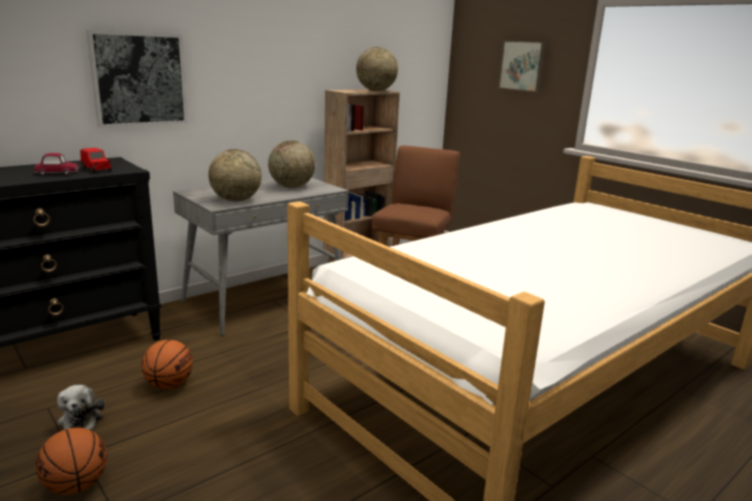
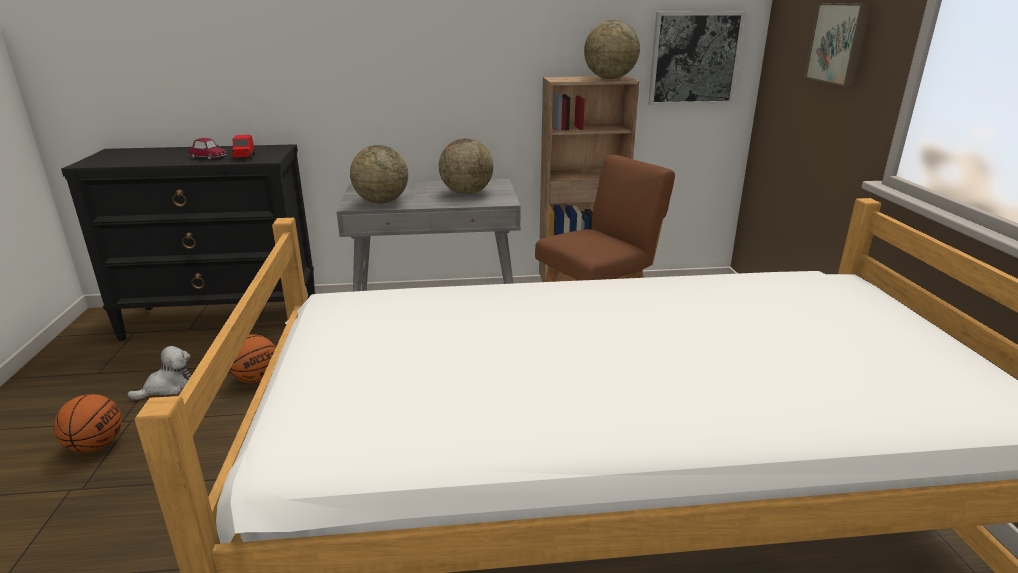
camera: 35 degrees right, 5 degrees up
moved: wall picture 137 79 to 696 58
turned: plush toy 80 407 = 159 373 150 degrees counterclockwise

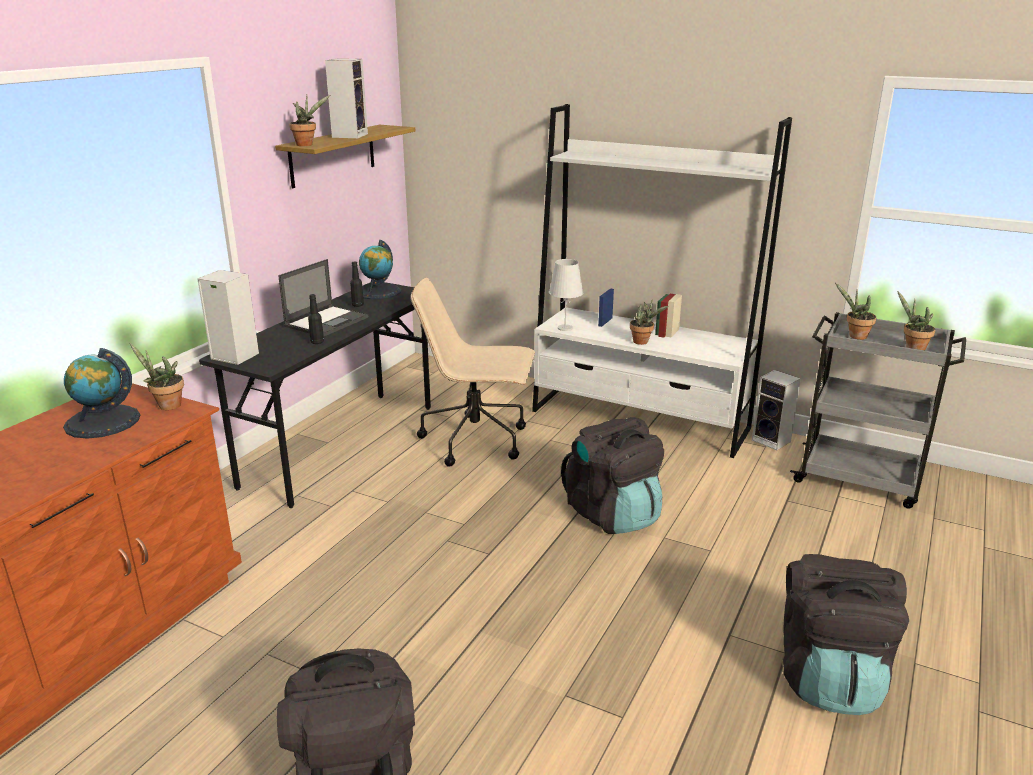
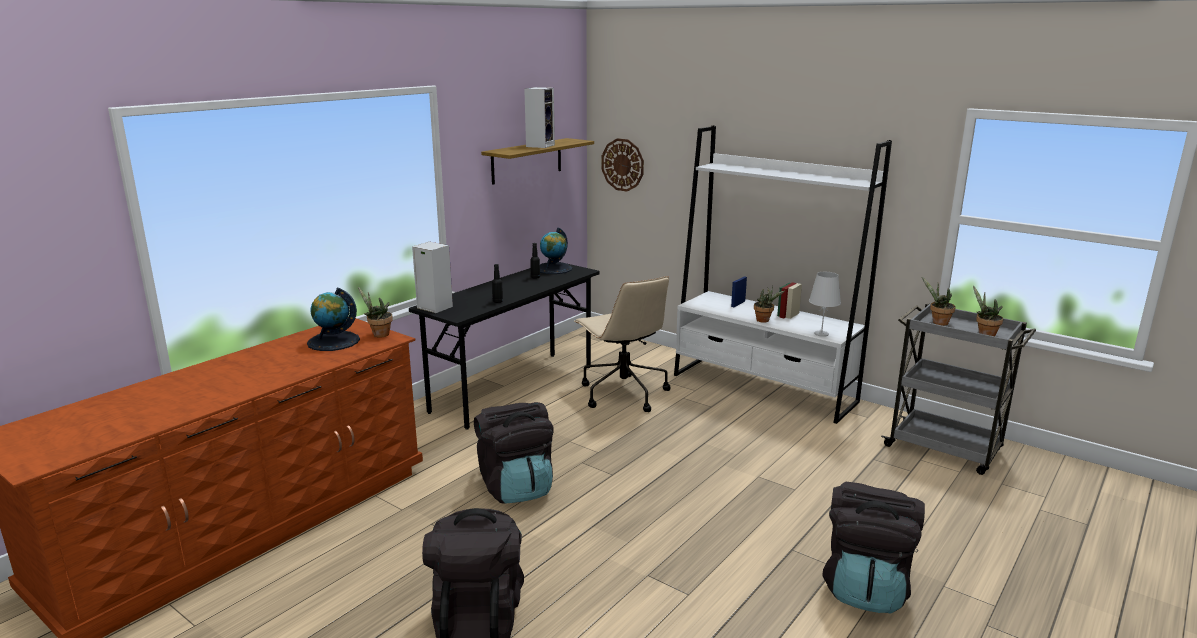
camera: 10 degrees right, 5 degrees down
removed: notebook computer 323 297; houseplant 309 120; speaker 776 410
added: wall clock 623 165
moved: lamp for a table (whitish) 566 295 to 825 304; knapsack (blackish) 612 475 to 514 453
turned: computer chair (beige) 473 372 = 622 344 135 degrees counterclockwise

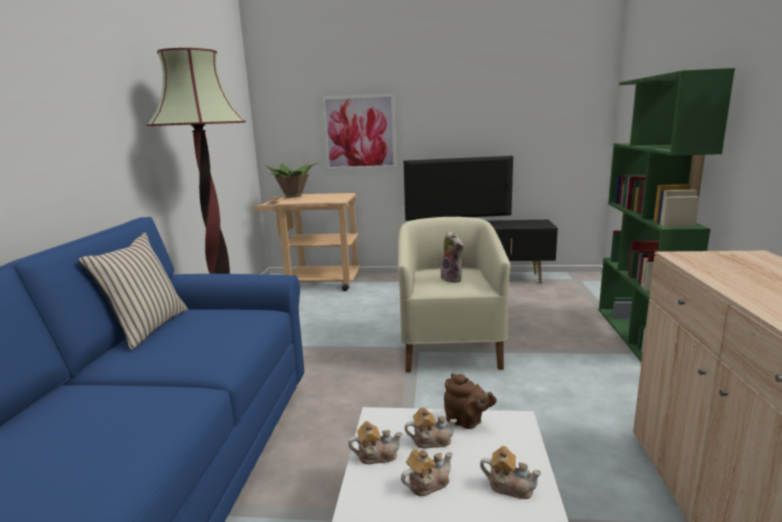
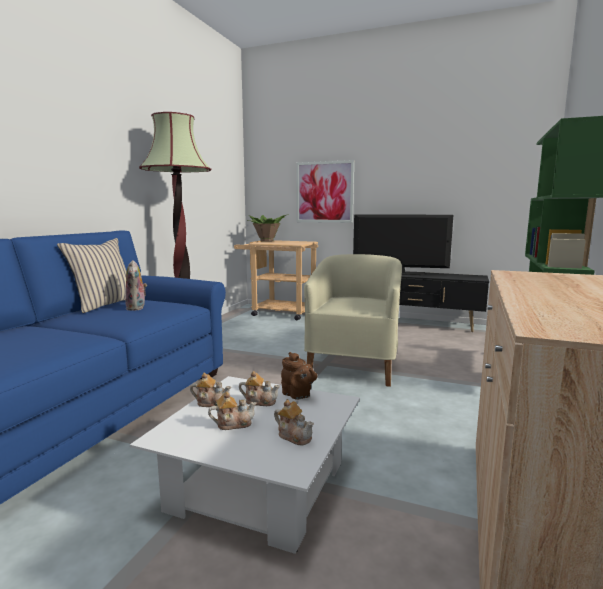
camera: 15 degrees right, 5 degrees down
moved: plush toy 452 257 to 136 285

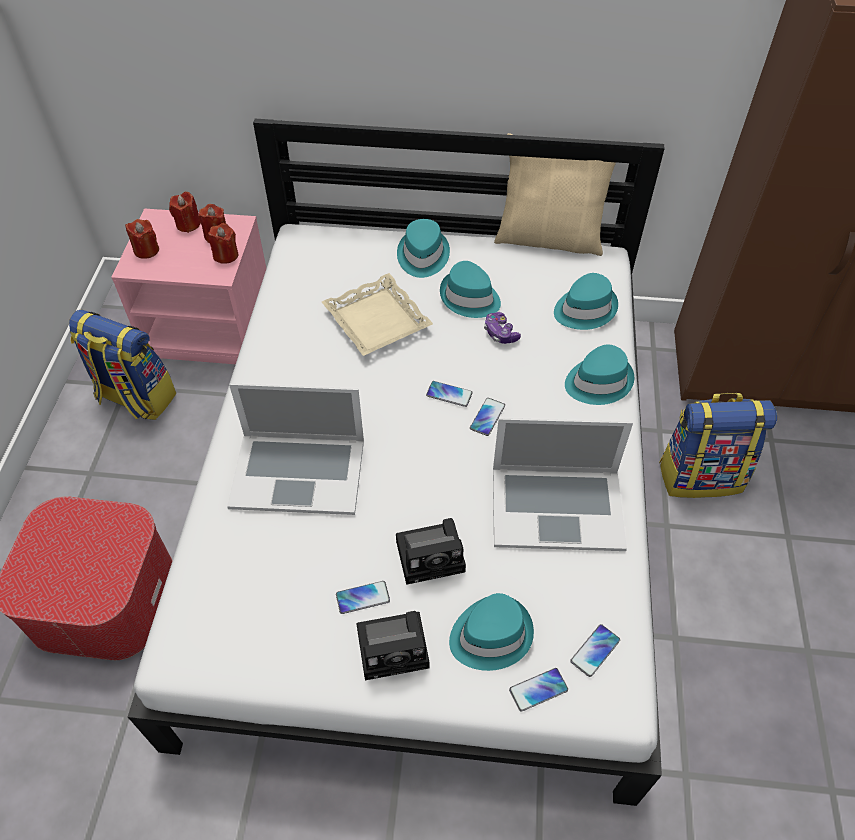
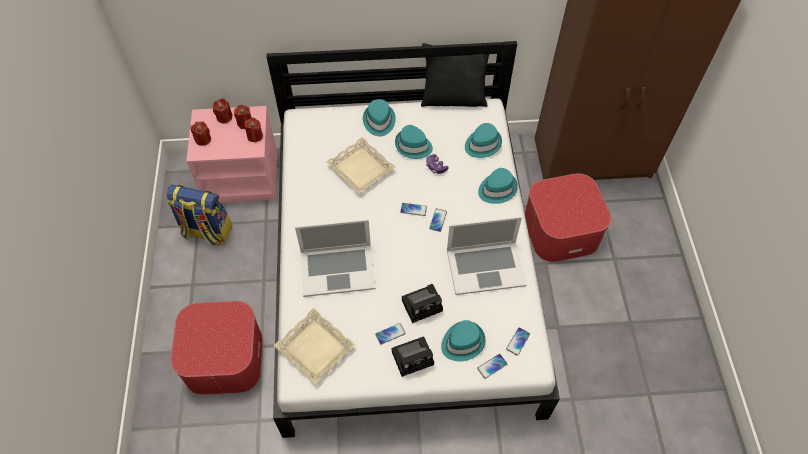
camera: 10 degrees left, 5 degrees up
added: tray (beige) 314 346
replaced: knapsack 718 445 to pouffe 568 217
recoloured: pillow (beige) 555 194 to pillow (blackish) 455 75

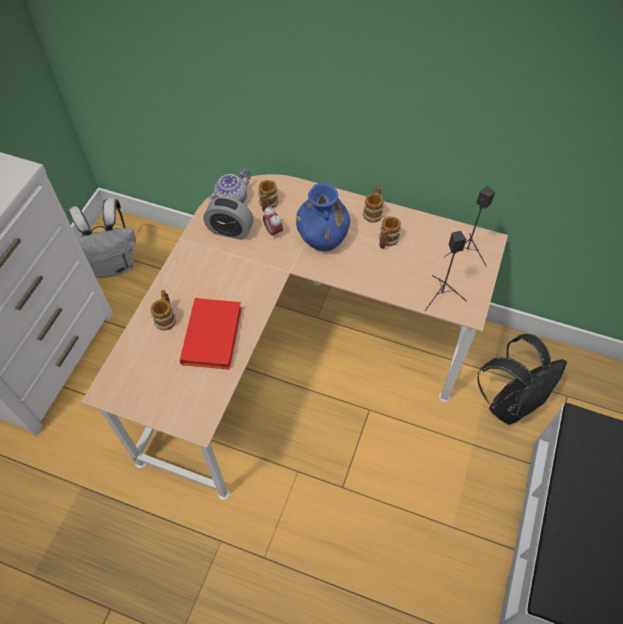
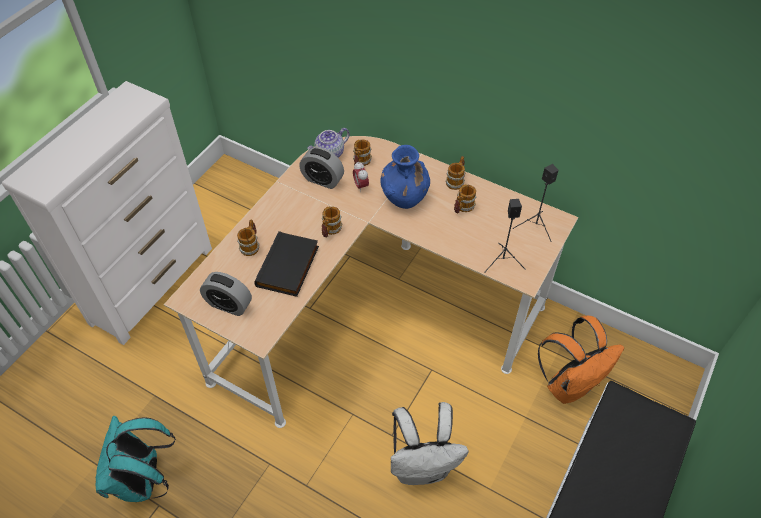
camera: 10 degrees right, 5 degrees down
added: knapsack (blue-green) 136 459; alarm clock 226 294; tea mug 332 222
moved: knapsack (whitish) 102 238 to 430 443
recoloured: volume (red-coloured) 211 334 to volume (blackish) 286 264; knapsack (blackish) 522 379 to knapsack (orange) 581 359

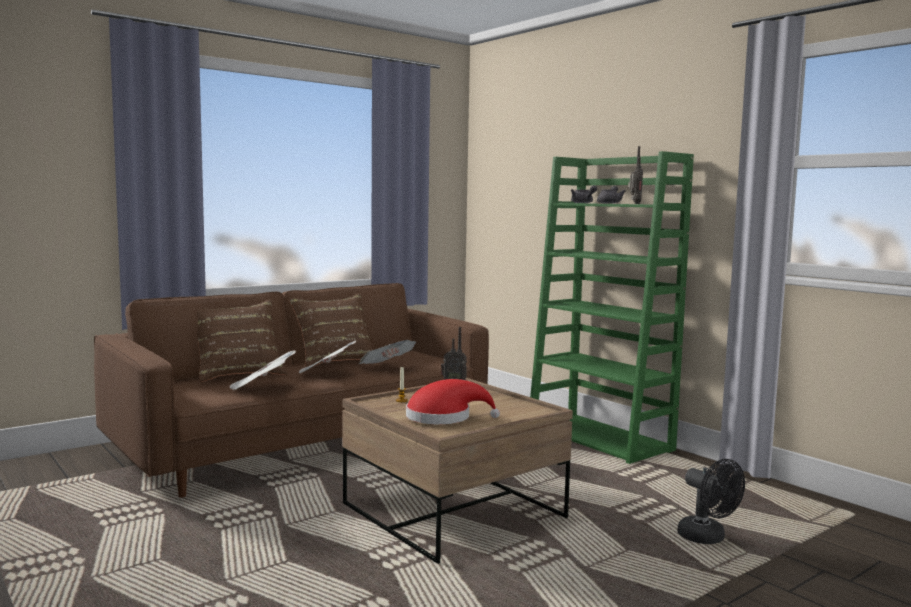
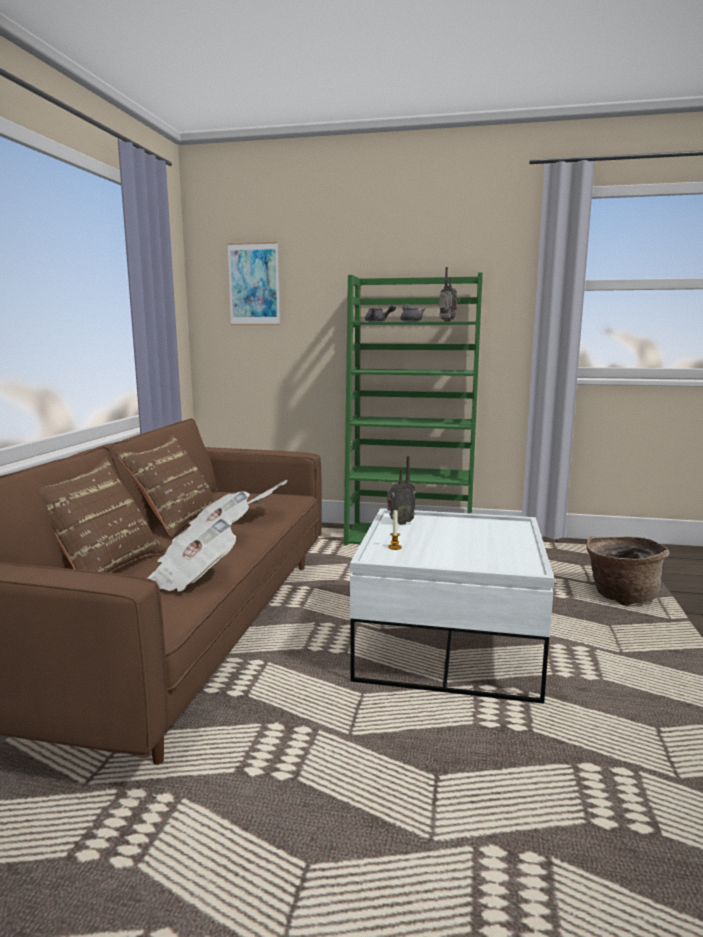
camera: 40 degrees left, 5 degrees up
removed: hat (red-coloured) 453 401
added: wall picture 253 283
replaced: electric fan (blackish) 711 501 to basket 627 571
recoloured: coffee table (brown) 457 471 to coffee table (whitish) 452 606

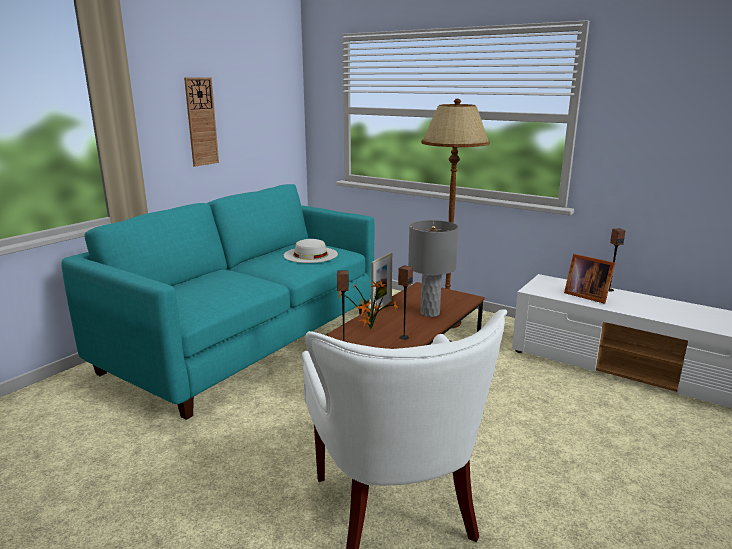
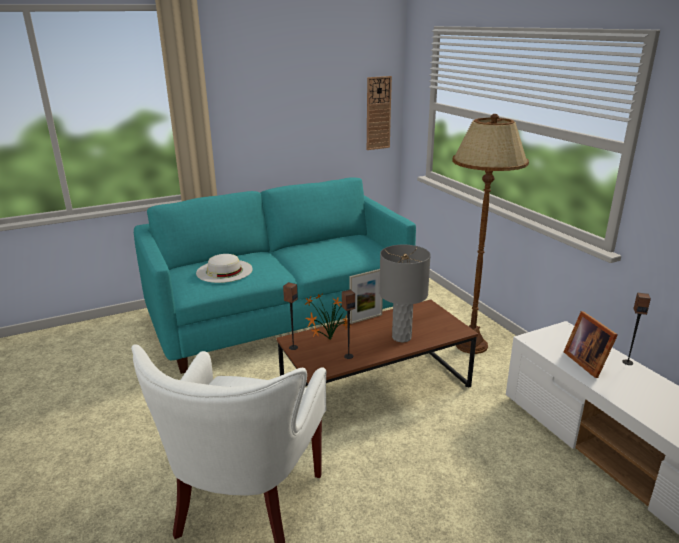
camera: 30 degrees right, 5 degrees up
moved: wall clock 201 121 to 379 113; hat (whitish) 311 251 to 224 268

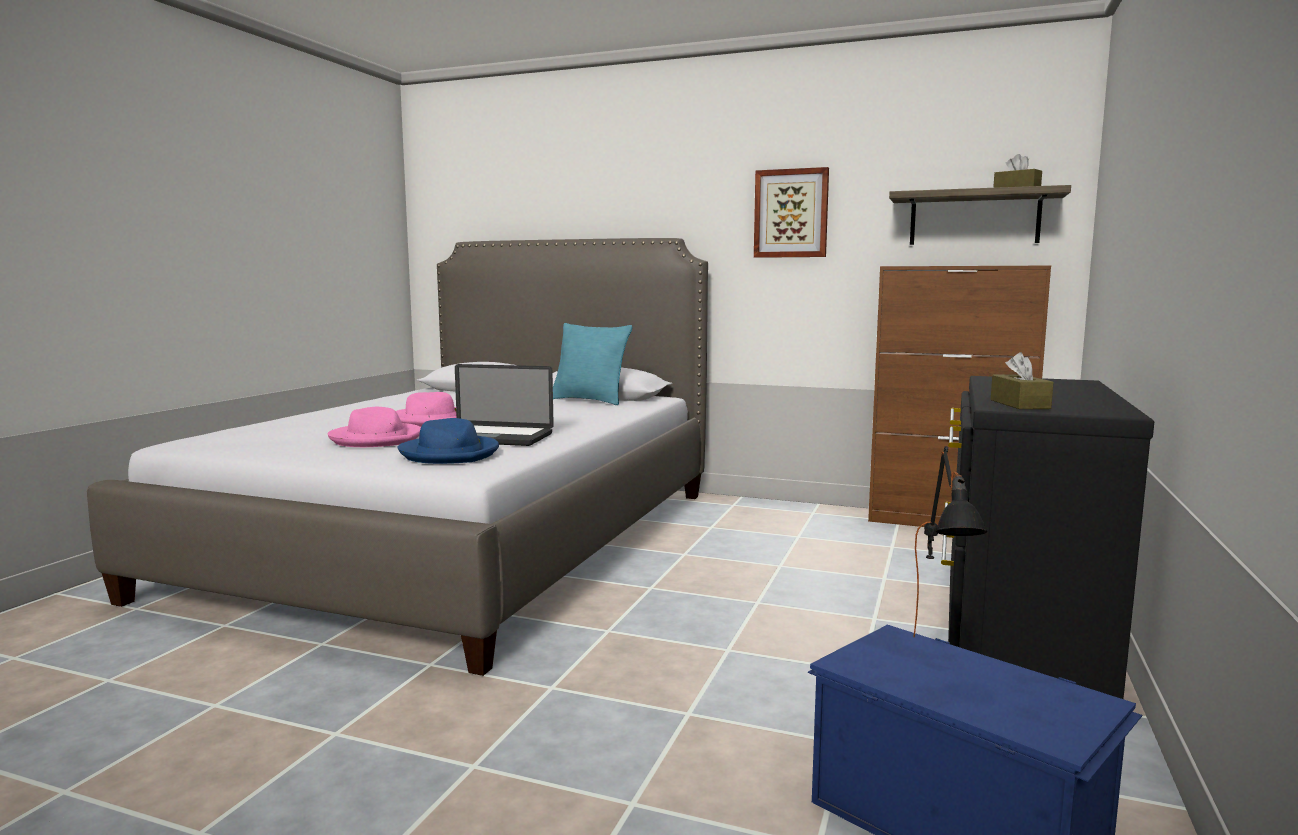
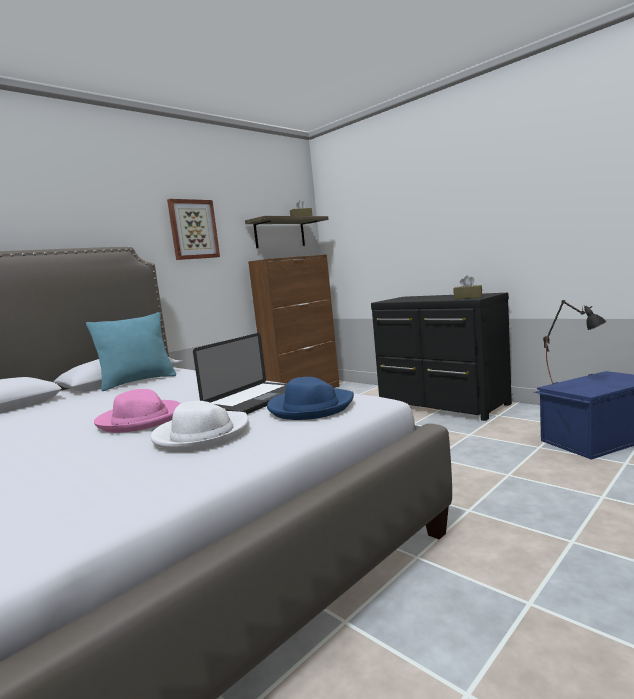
camera: 65 degrees left, 0 degrees up
recoloured: hat (pinkish) 374 427 to hat (whitish) 200 426

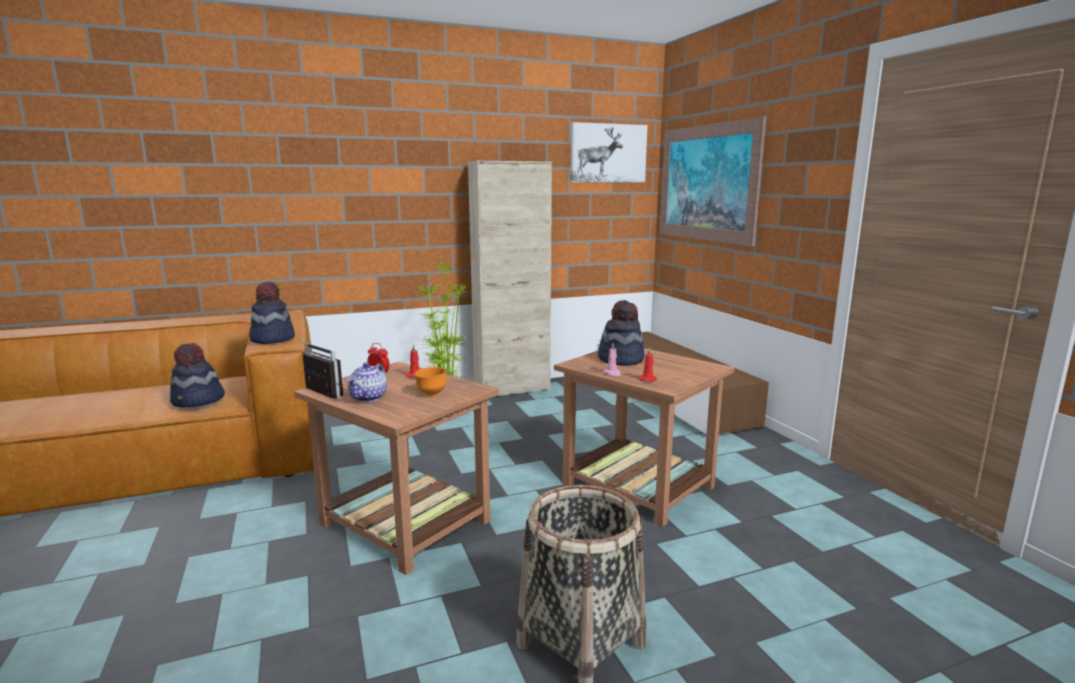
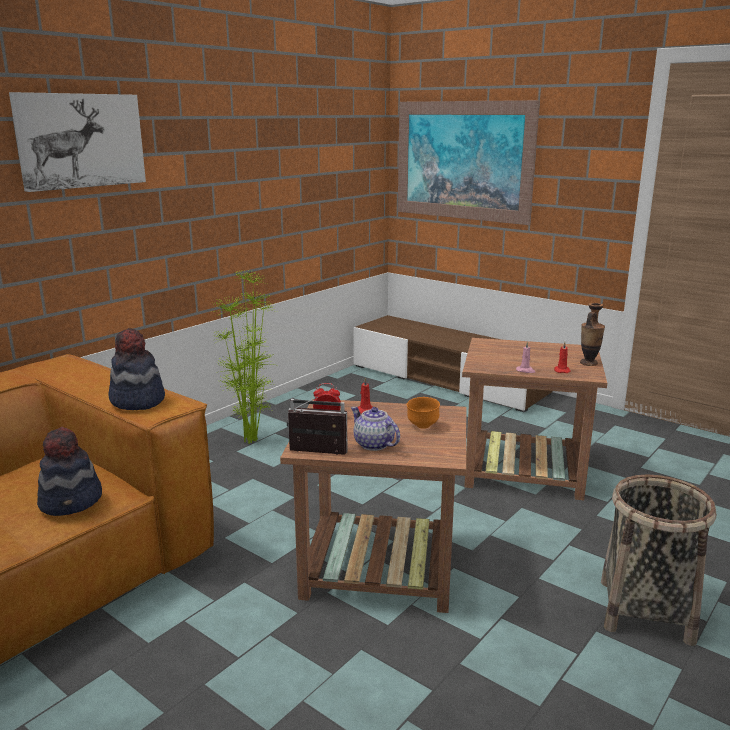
camera: 30 degrees left, 5 degrees up
removed: cabinet (beige) 510 279; hat 621 333
added: vase 592 334
moved: wall picture 609 152 to 77 142
turned: tea pot 367 382 = 375 429 150 degrees clockwise

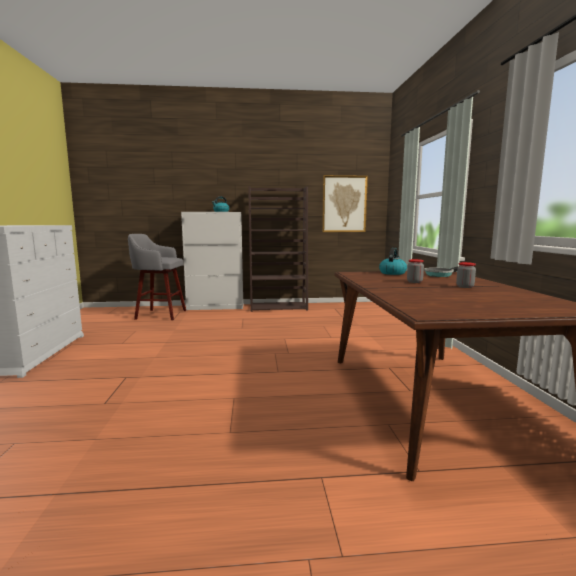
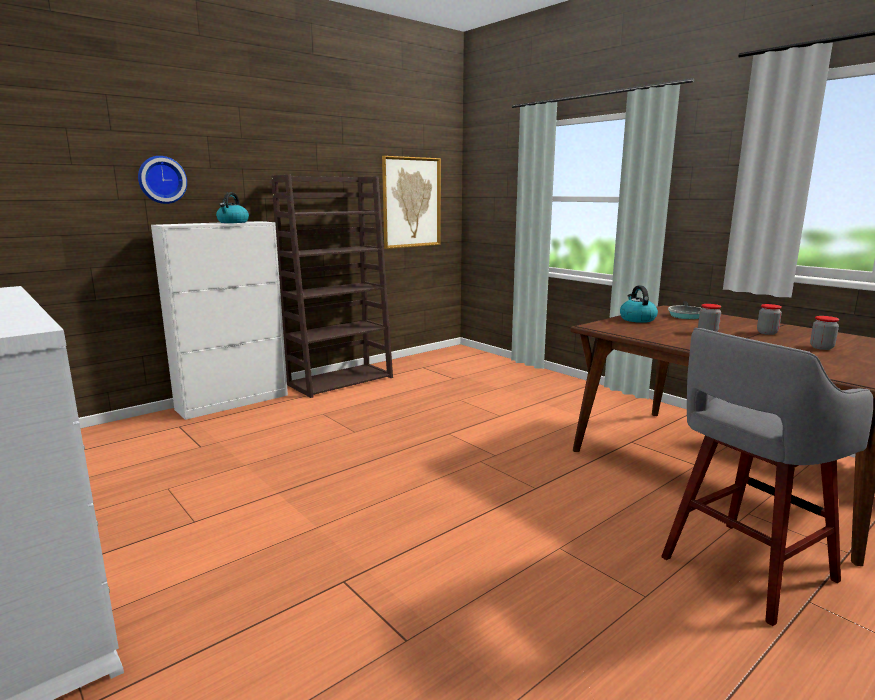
camera: 35 degrees left, 5 degrees up
added: wall clock 162 180; preserve jar 824 333
moved: stool (grey) 157 277 to 767 477

